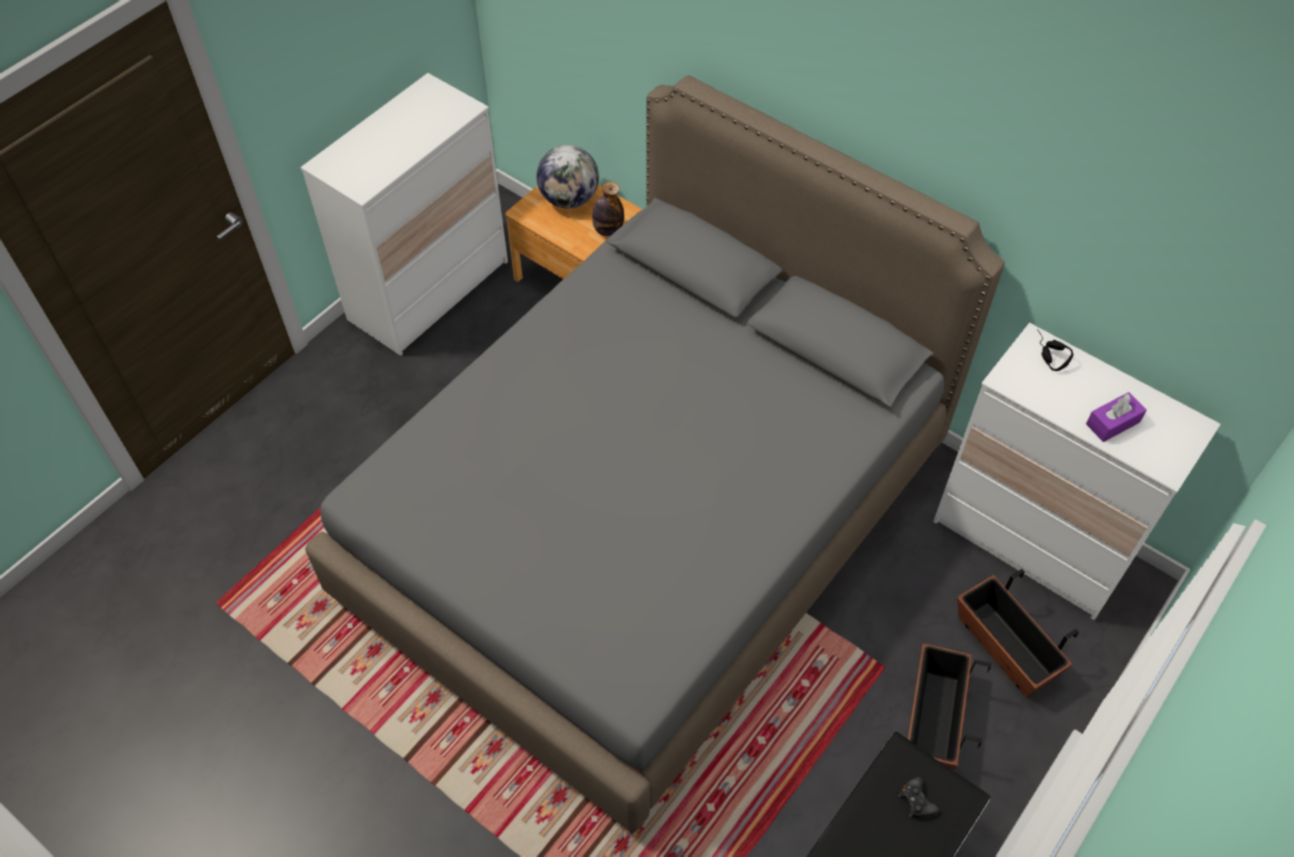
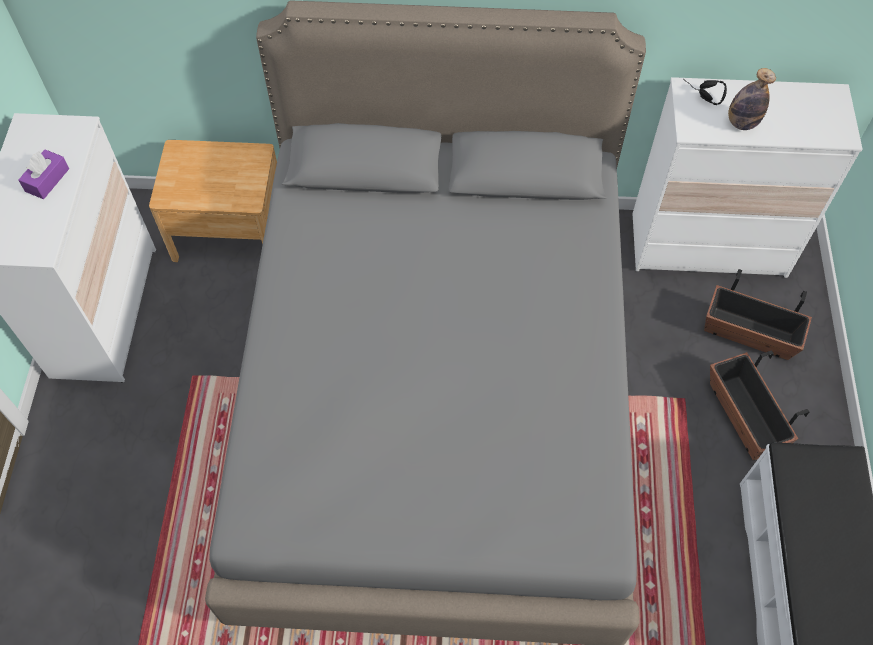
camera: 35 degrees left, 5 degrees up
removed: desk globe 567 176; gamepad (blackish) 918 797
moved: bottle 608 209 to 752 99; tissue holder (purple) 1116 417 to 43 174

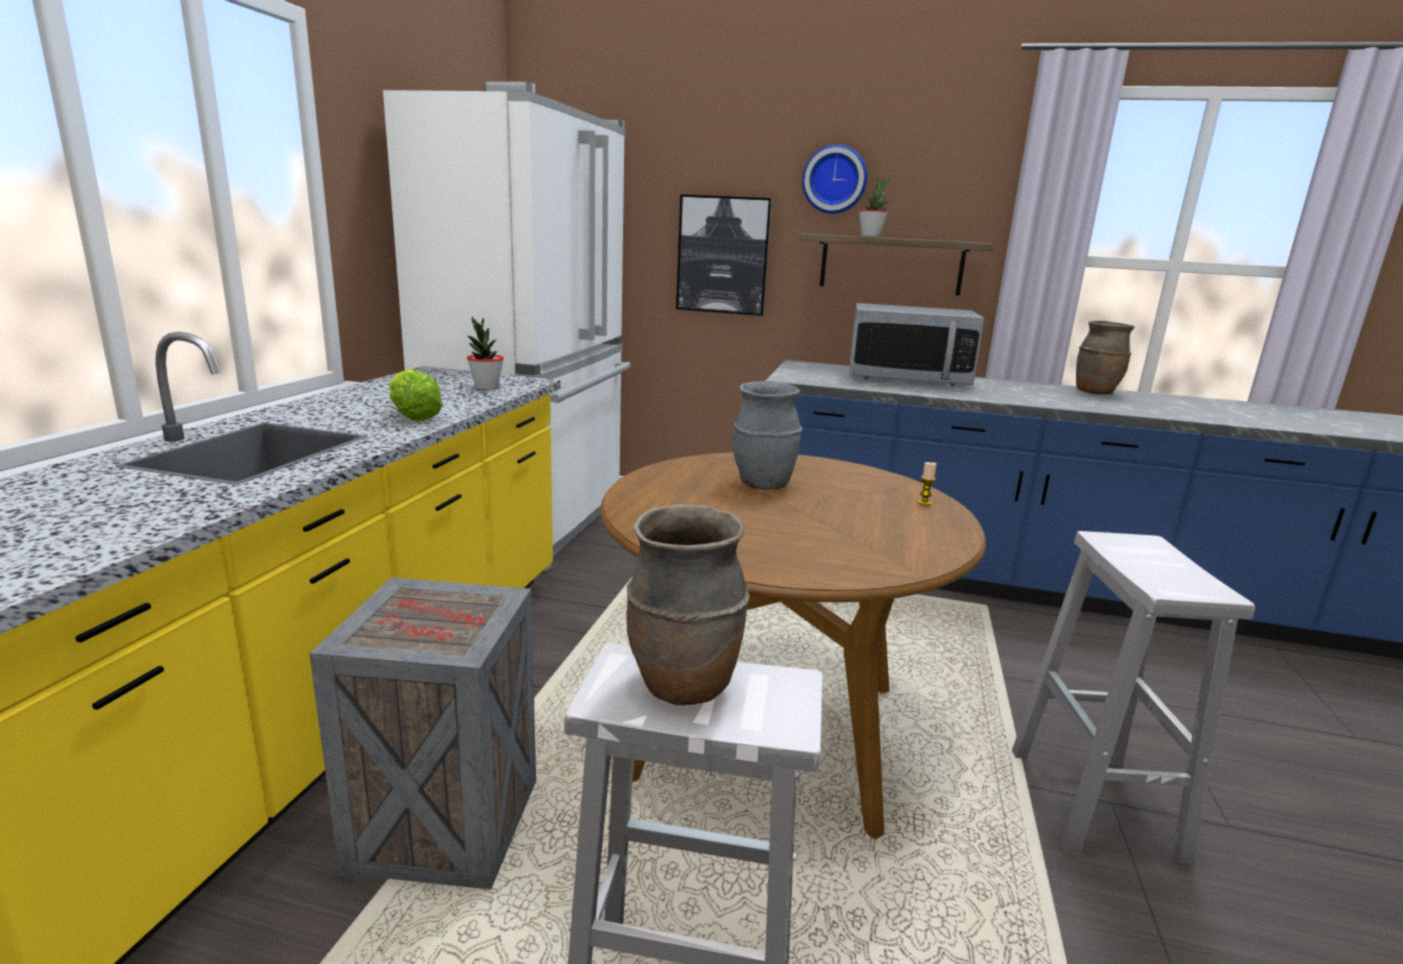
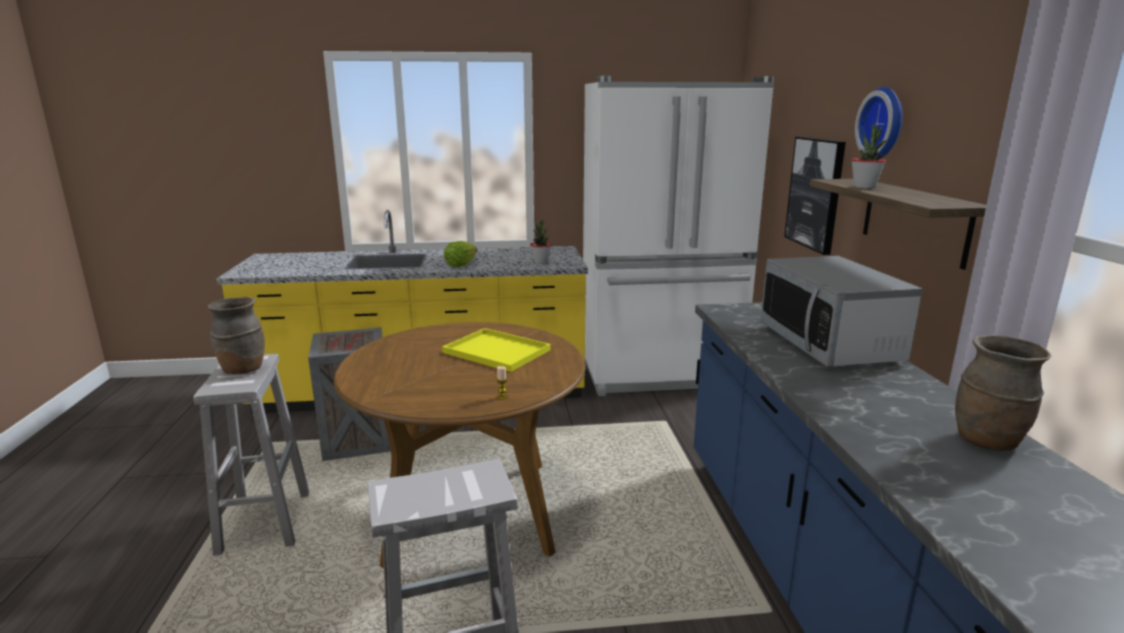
camera: 70 degrees right, 0 degrees up
replaced: vase (grey) 767 435 to tray (yellow-coloured) 496 350

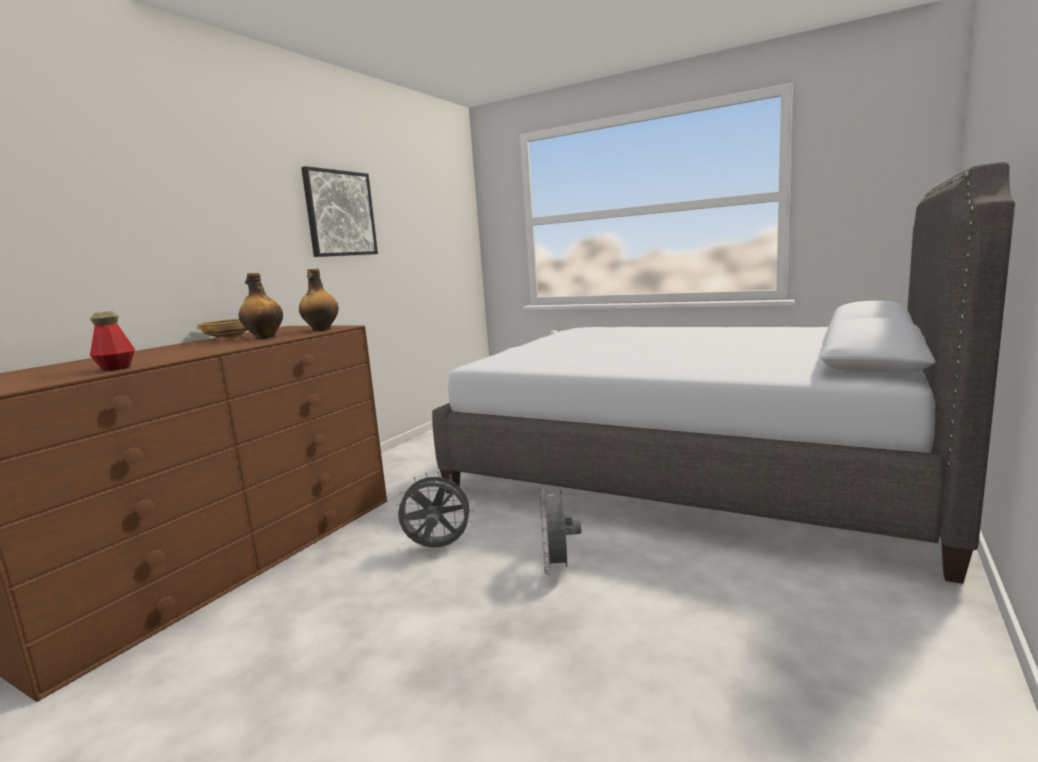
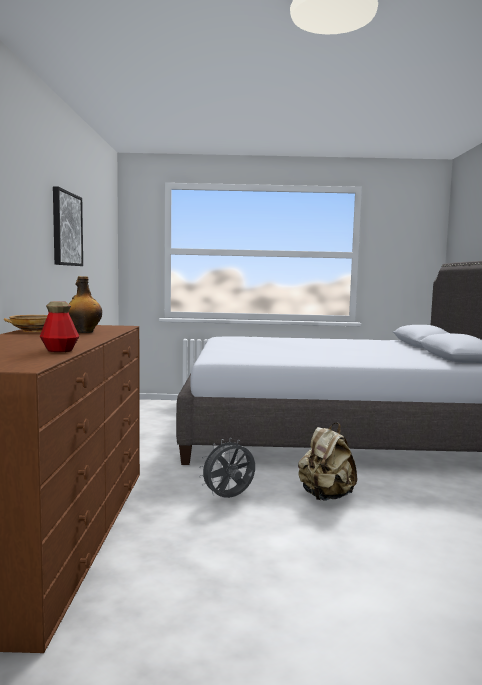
camera: 30 degrees left, 5 degrees down
removed: bottle 319 300
replaced: electric fan (grey) 560 529 to knapsack (beige) 327 462

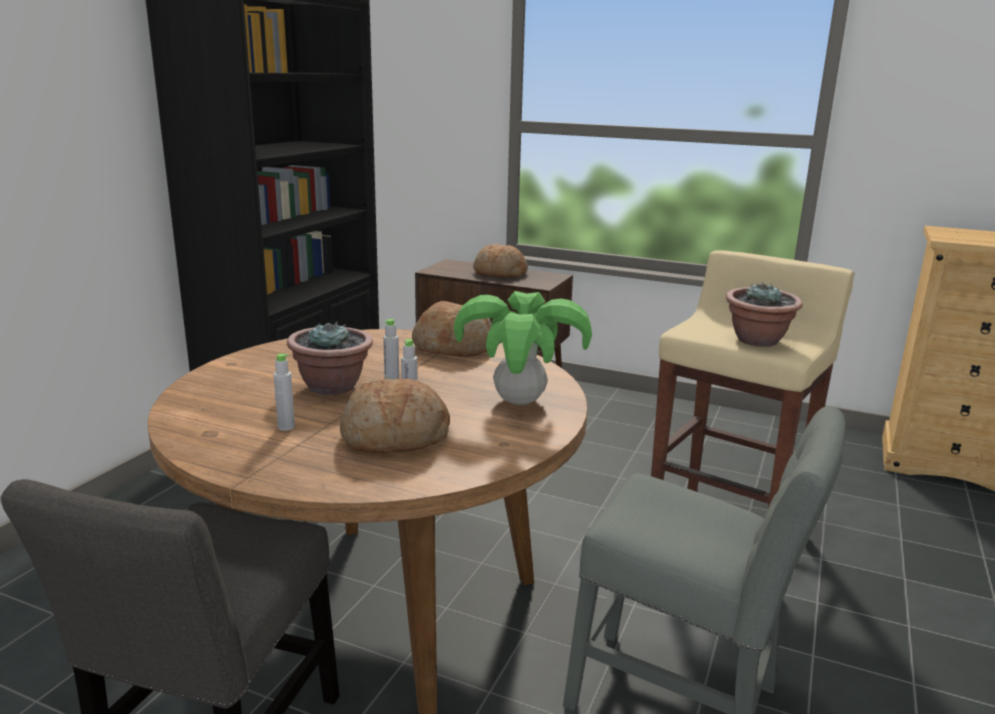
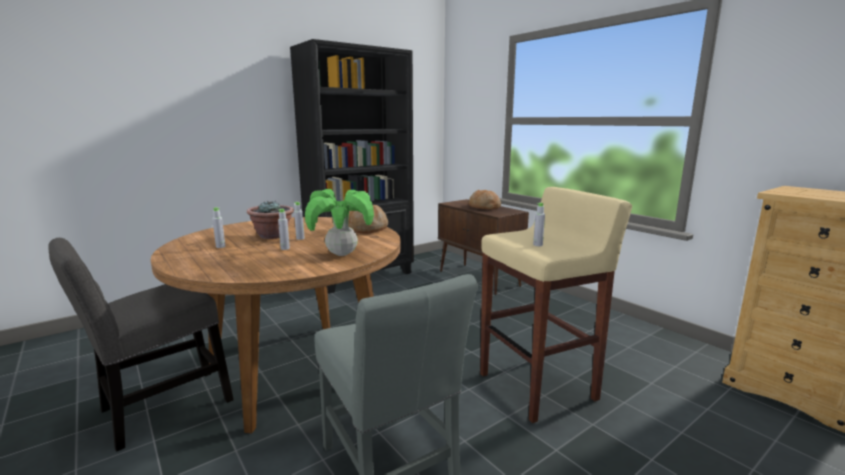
camera: 30 degrees right, 5 degrees down
removed: baked bread 395 415
replaced: houseplant 764 315 to bottle (grey) 539 224

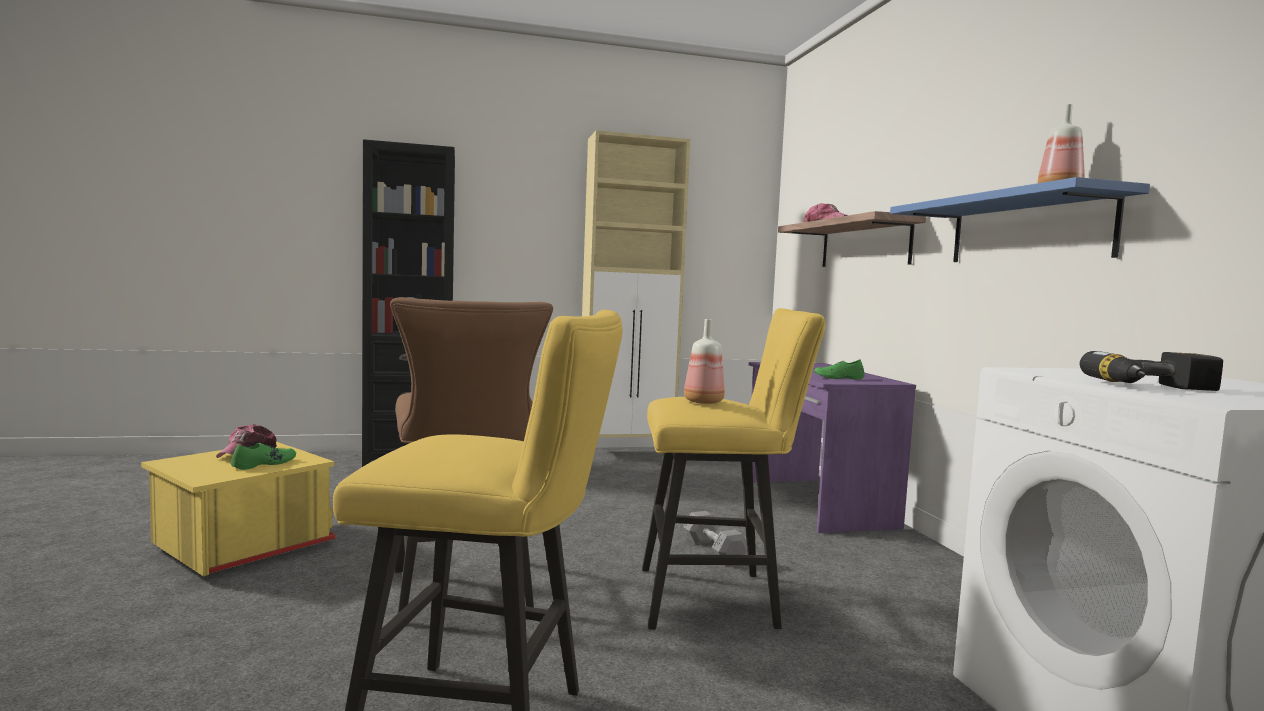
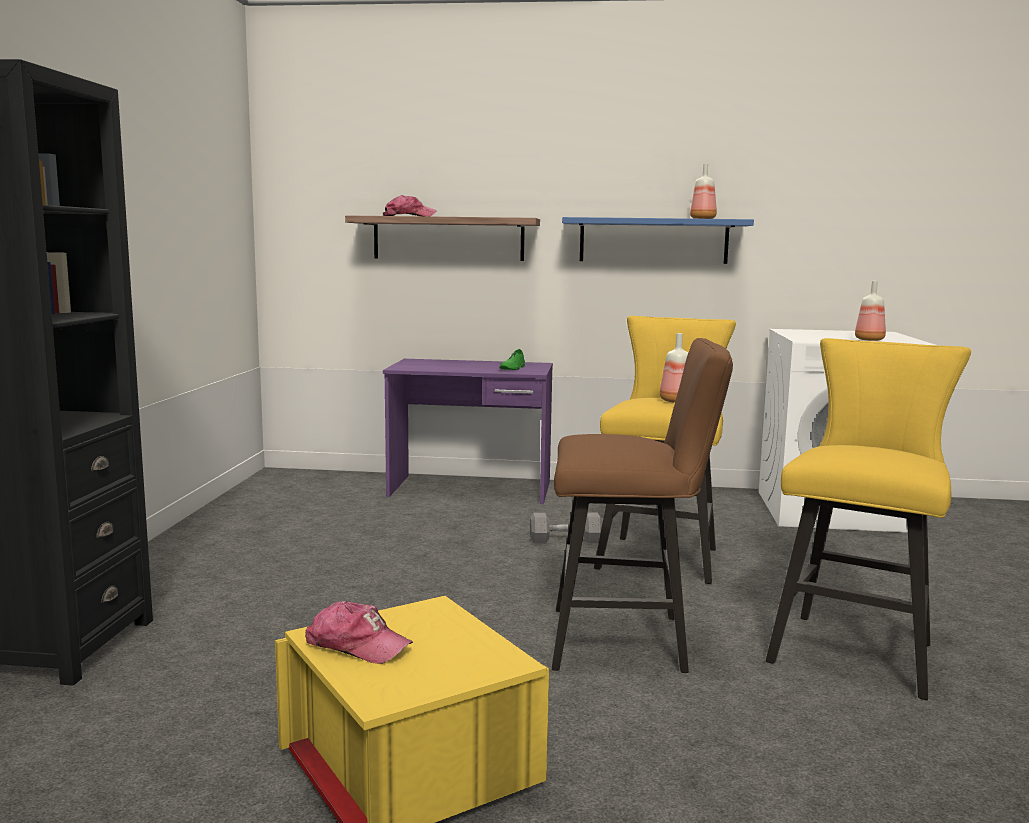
camera: 70 degrees left, 5 degrees up
removed: shoe (greenish) 263 456; cabinet (beige) 636 284
replaced: drill 1151 371 to bottle 870 311

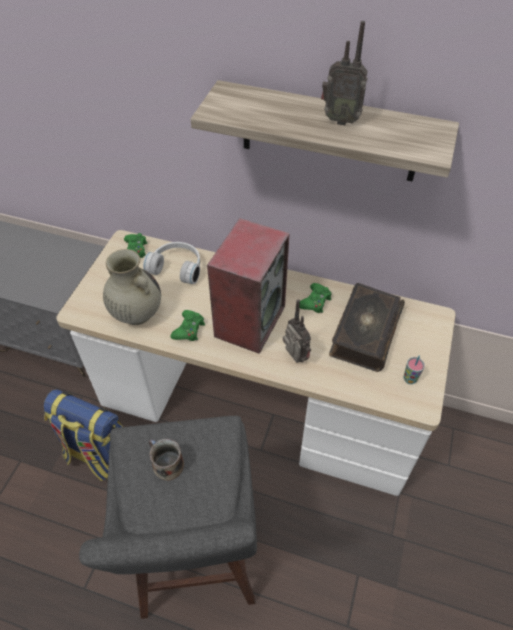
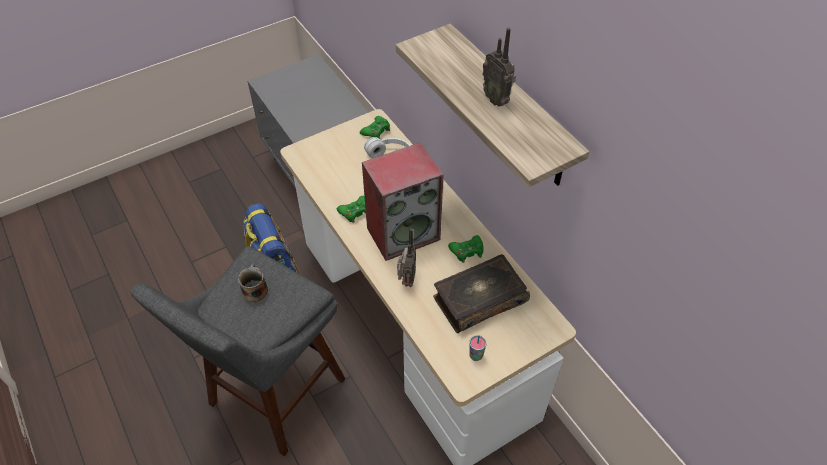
camera: 40 degrees right, 0 degrees up
removed: vase (beige) 132 287

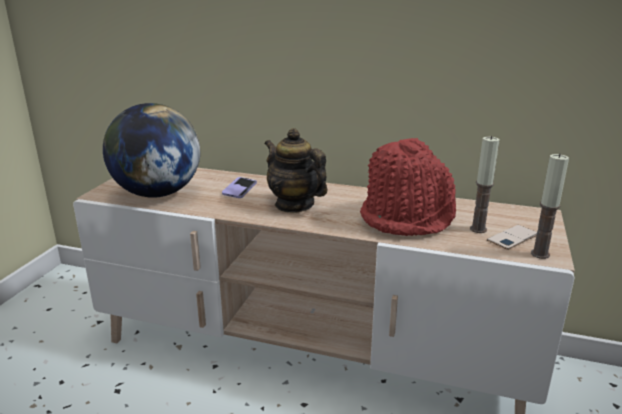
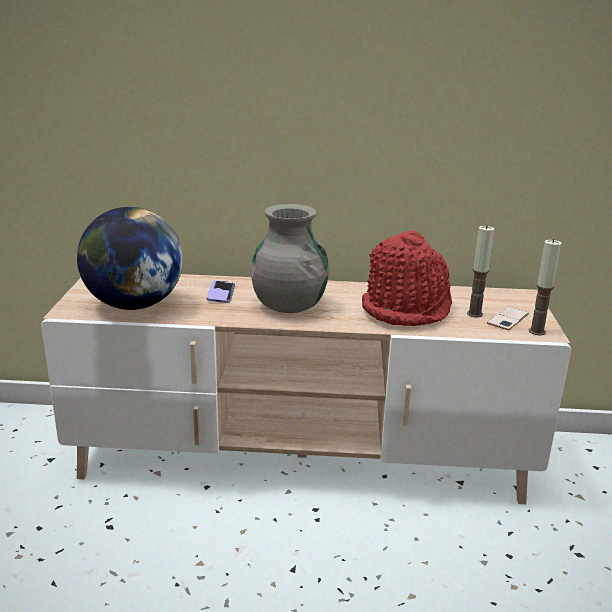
camera: 15 degrees left, 0 degrees up
replaced: tea pot 296 170 to vase (grey) 289 258

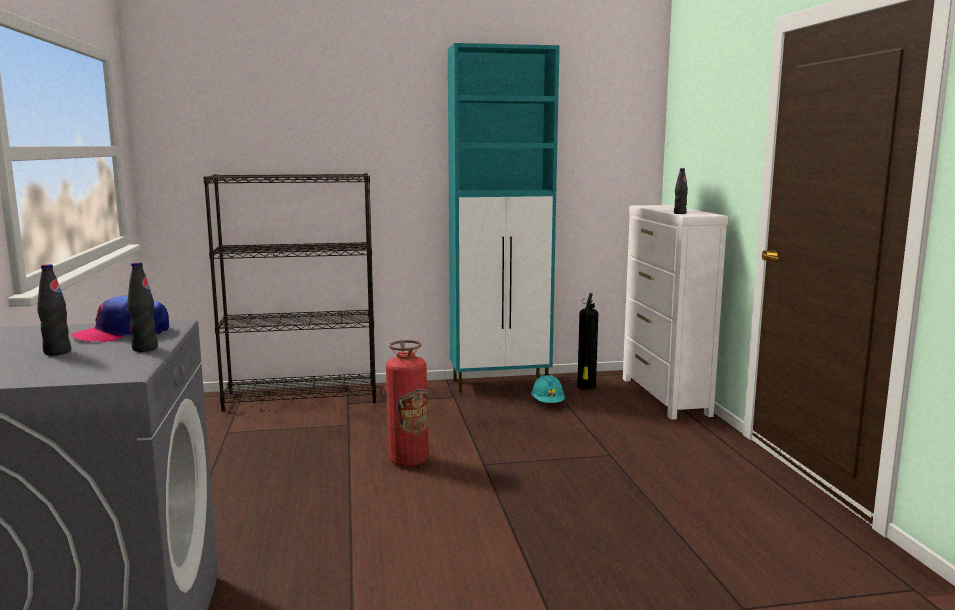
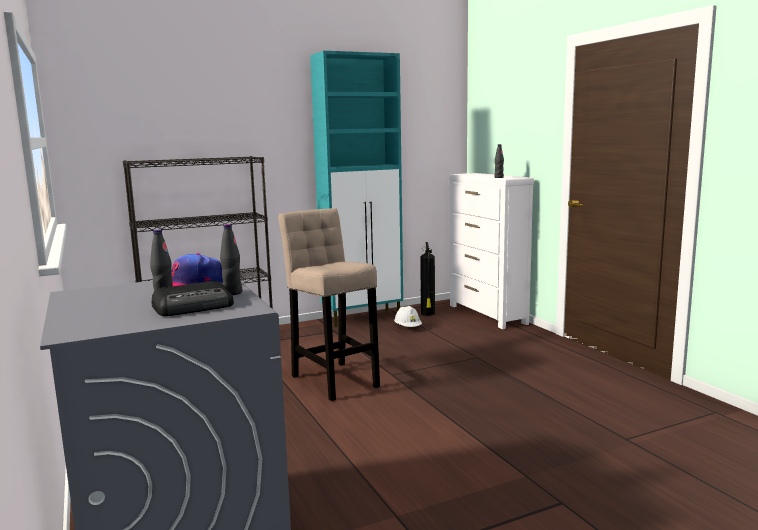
camera: 15 degrees left, 0 degrees up
added: radio set 192 298
replaced: fire extinguisher 407 403 to stool (beige) 329 304
recoloured: hard hat (blue-green) 548 389 to hard hat (whitish) 408 316

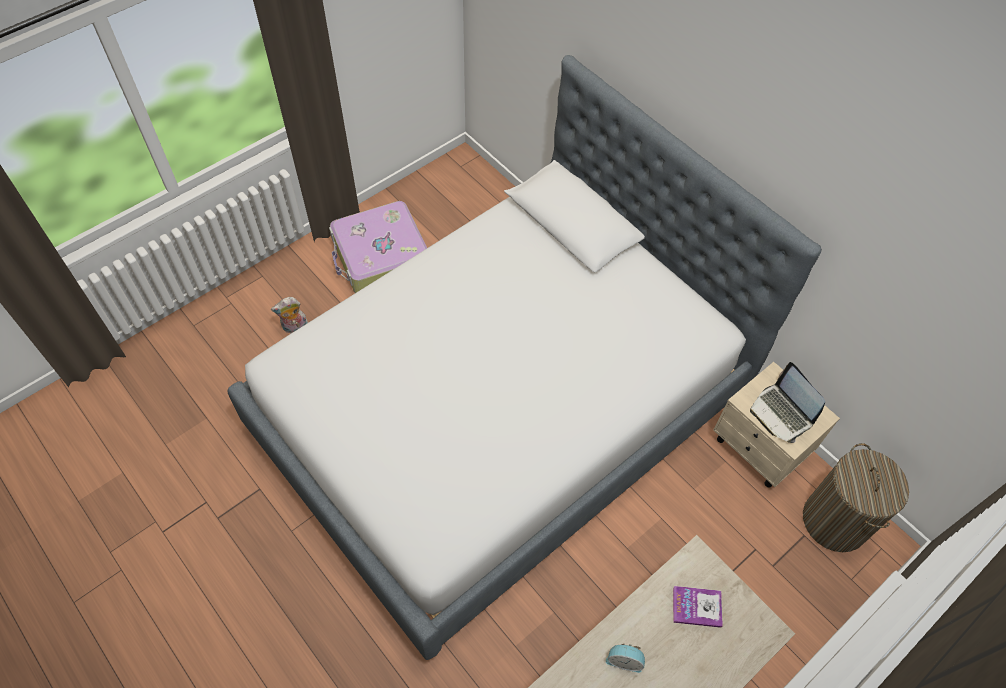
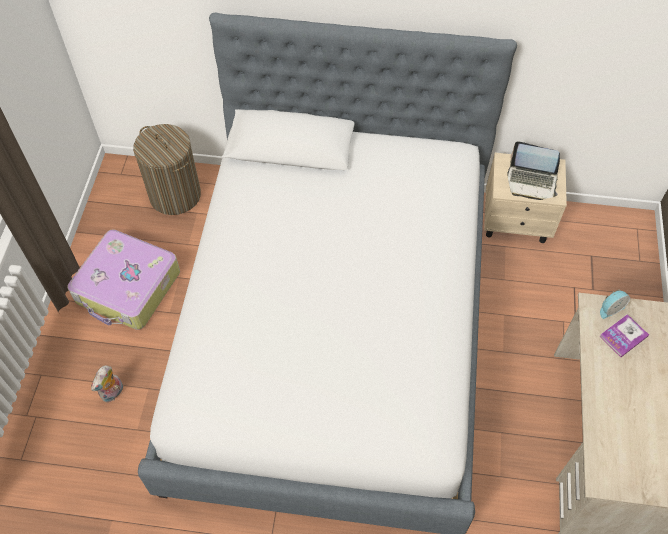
camera: 40 degrees left, 0 degrees up
moved: alarm clock 625 658 to 615 304; laundry basket 856 497 to 167 169

